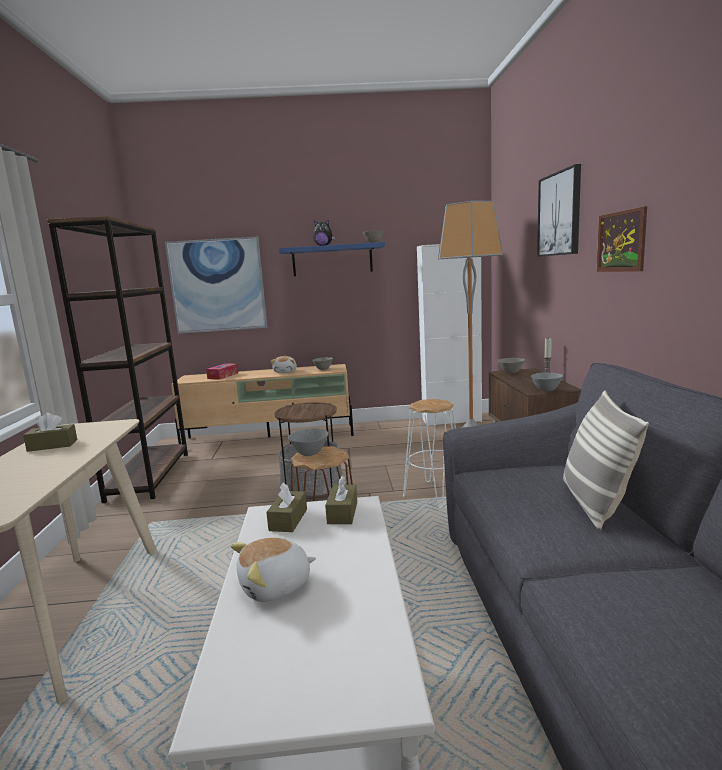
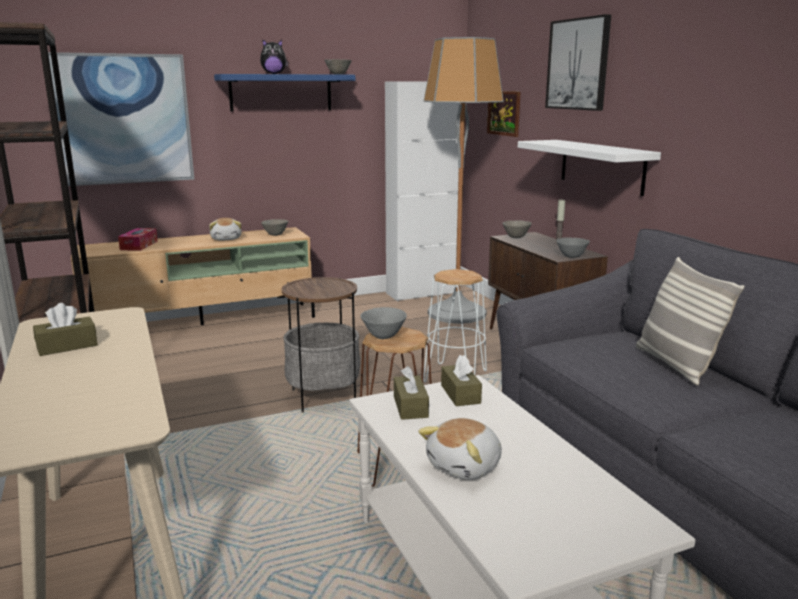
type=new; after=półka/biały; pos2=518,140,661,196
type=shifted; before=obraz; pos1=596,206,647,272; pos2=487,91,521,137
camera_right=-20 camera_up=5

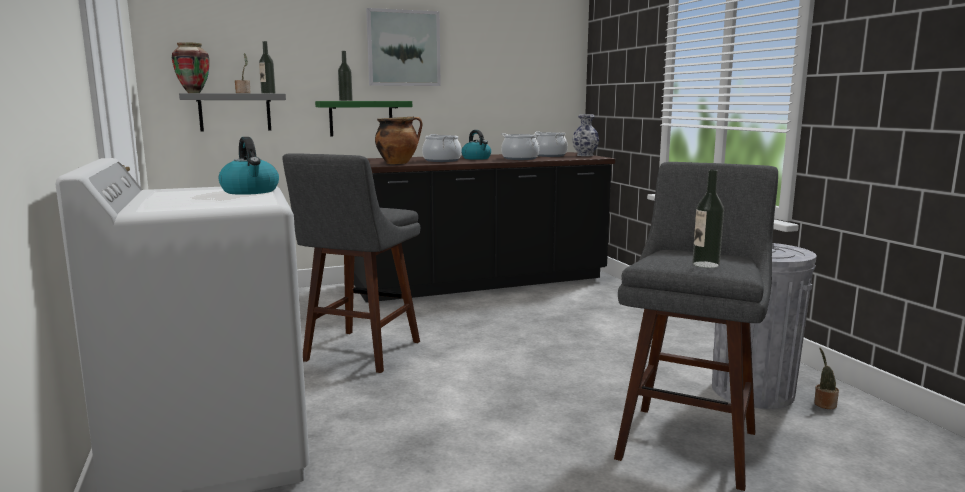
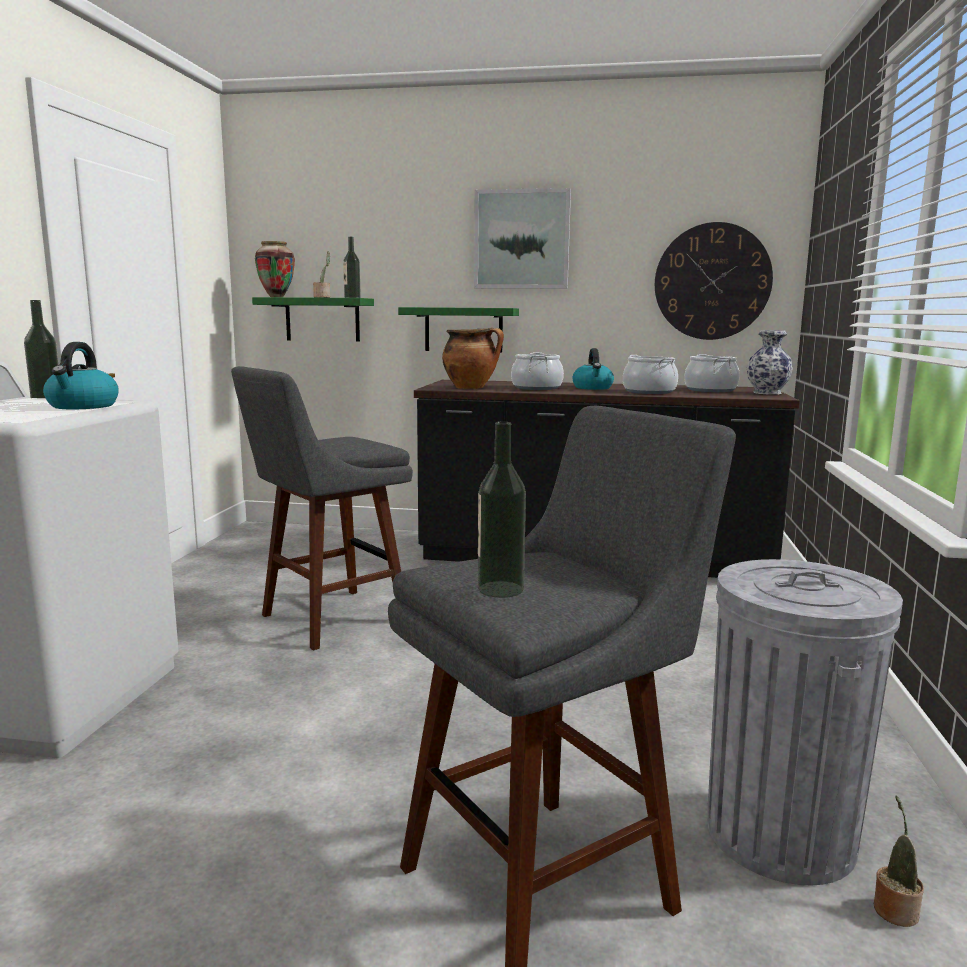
type=new; after=zegar ścienny; pos2=655,222,773,340
type=shifted; before=butelka; pos1=338,51,353,101; pos2=24,300,58,405
type=repainted; before=półka/szary; after=półka/zielony; pos1=179,93,286,132; pos2=252,297,374,342
camera_right=30 camera_up=0

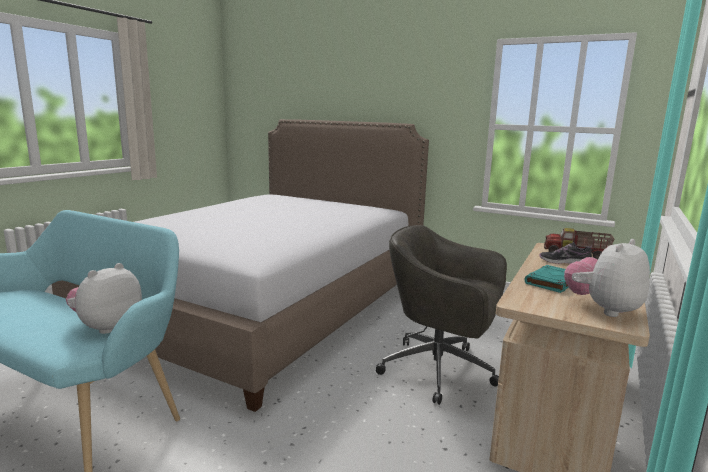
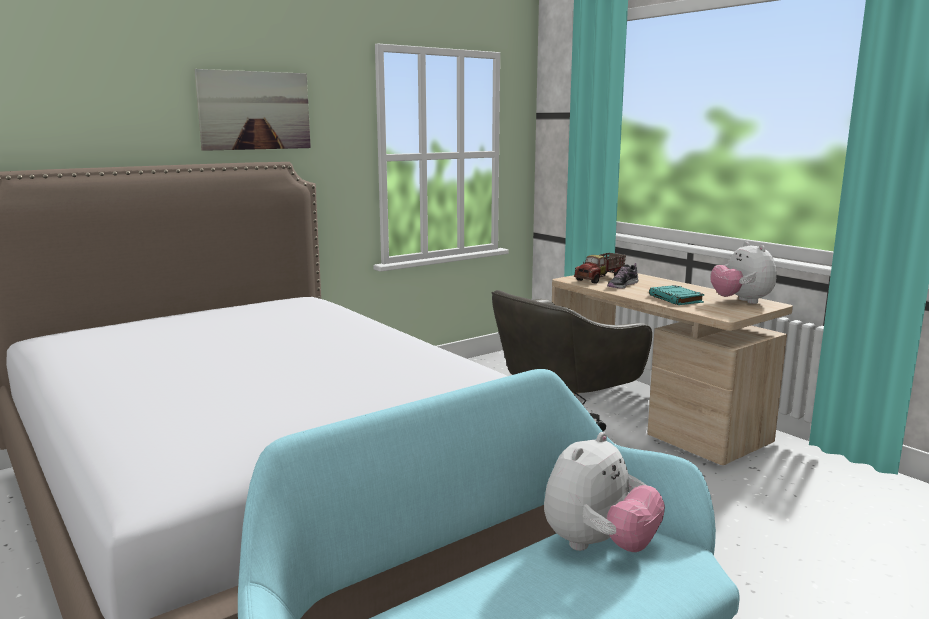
type=new; after=obraz; pos2=194,69,311,151
type=rotated; before=pluszak; pos1=66,263,142,334; pos2=544,432,665,552; turn=-105
camera_right=-65 camera_up=0

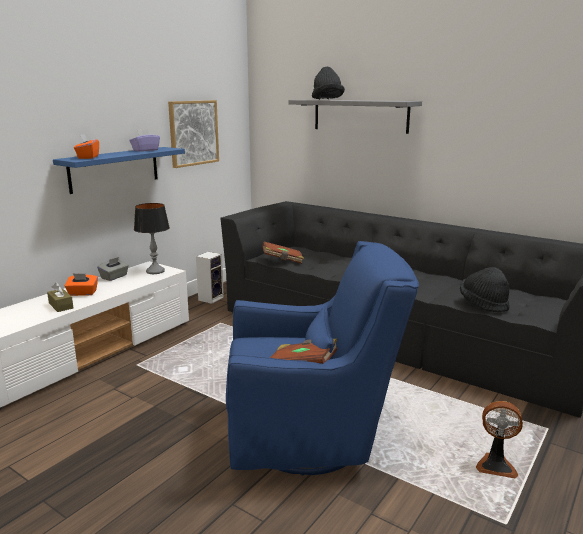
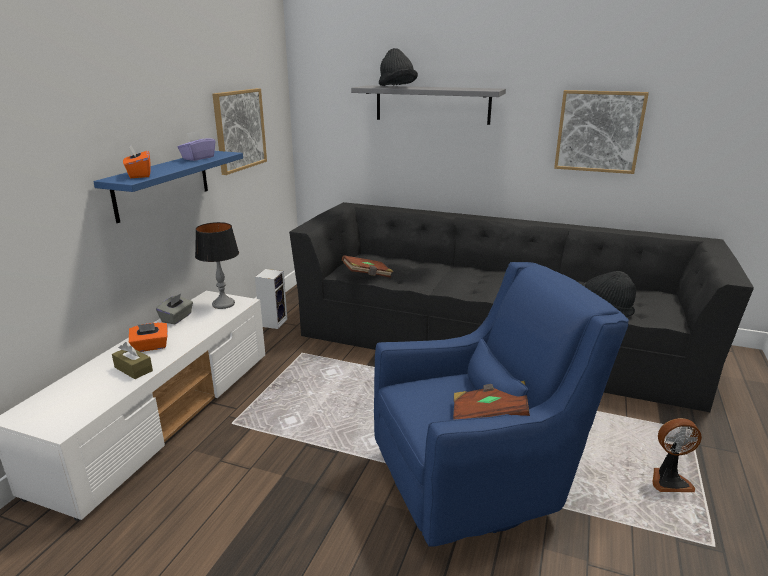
type=new; after=obraz; pos2=554,90,649,174
camera_right=-15 camera_up=5

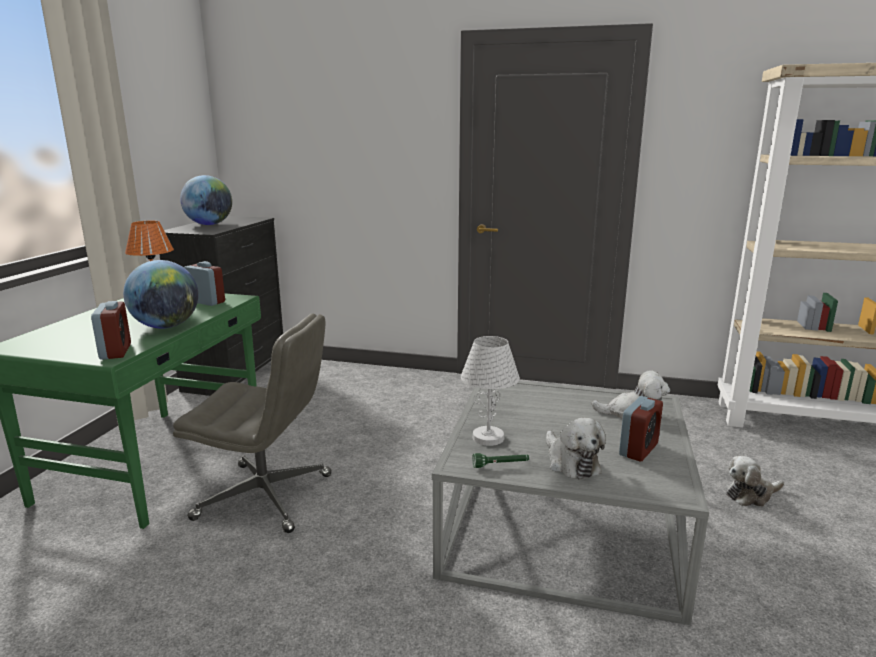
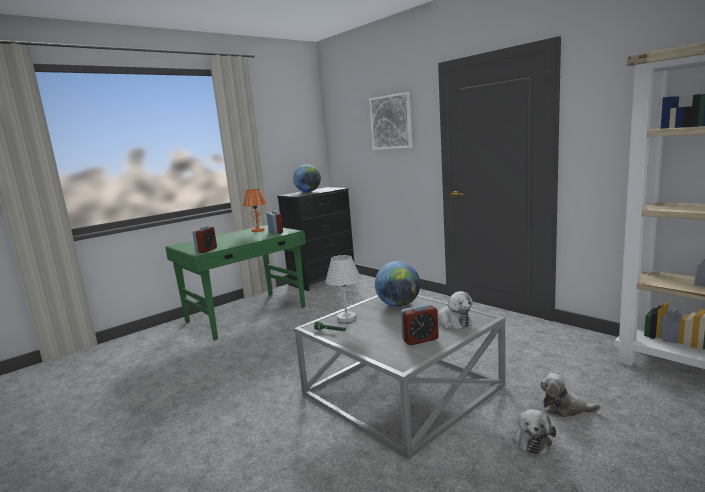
type=gone; before=krzesło biurowe/szary; pos1=173,314,332,533
type=new; after=obraz; pos2=369,92,412,150
type=shifted; before=globus; pos1=123,260,198,329; pos2=375,261,420,307
type=shifted; before=pluszak; pos1=546,418,606,479; pos2=513,409,556,454
camera_right=35 camera_up=-5

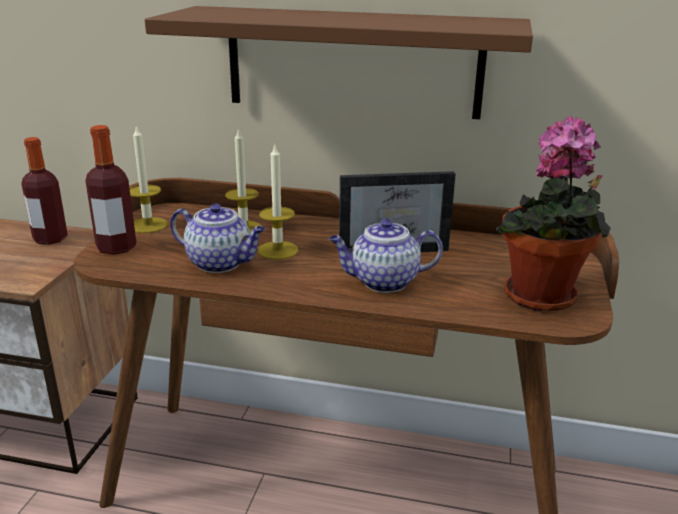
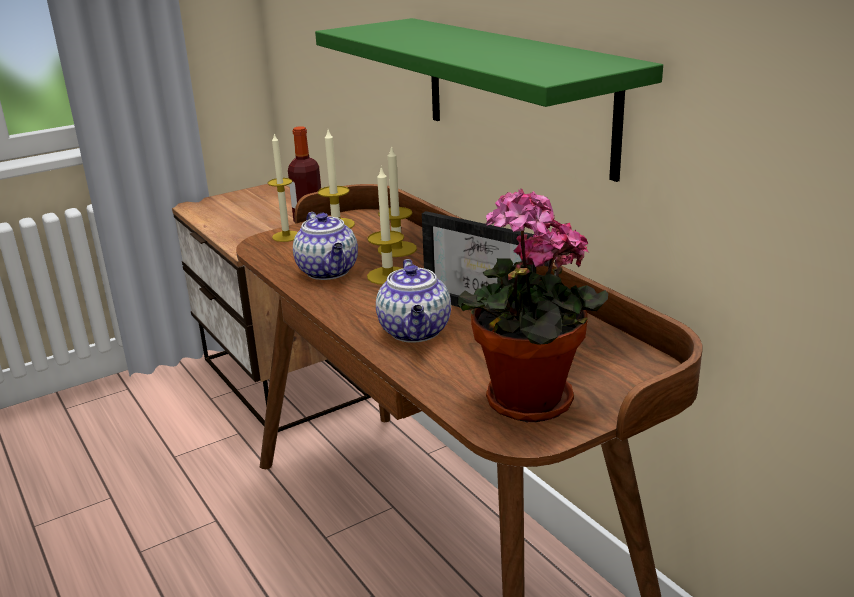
type=swapped; before=butelka; after=świeca; pos1=85,125,137,255; pos2=268,133,298,242
type=repainted; before=półka/brązowy; after=półka/zielony; pos1=145,6,533,119; pos2=315,18,663,182
type=rotated; before=imbryk; pos1=329,219,443,293; pos2=376,259,451,343; turn=-135
camera_right=45 camera_up=0

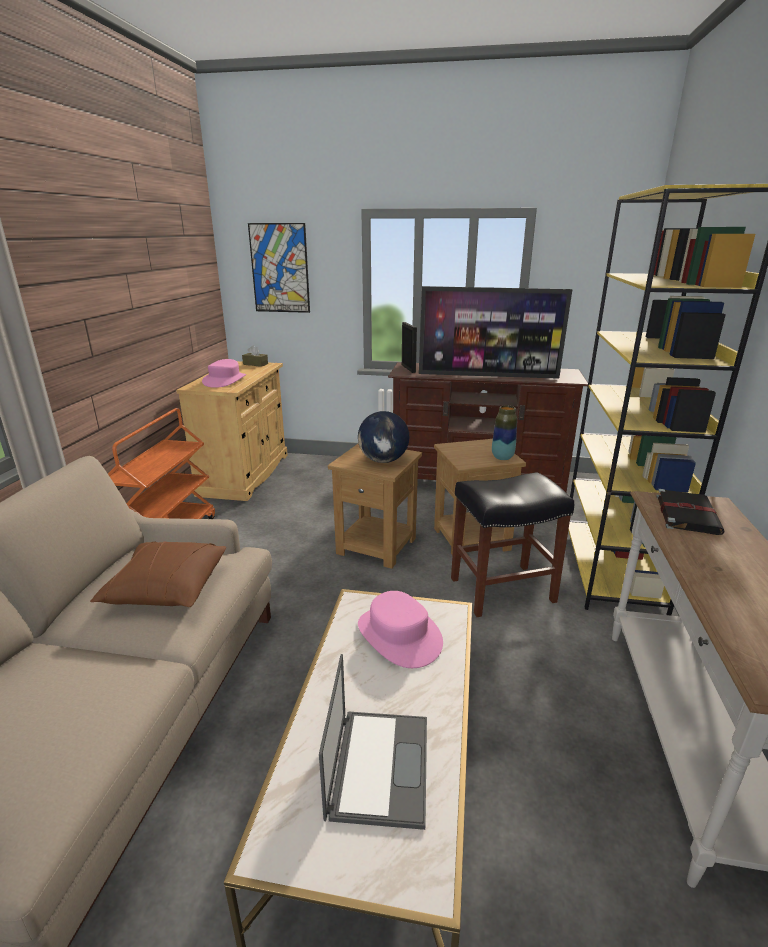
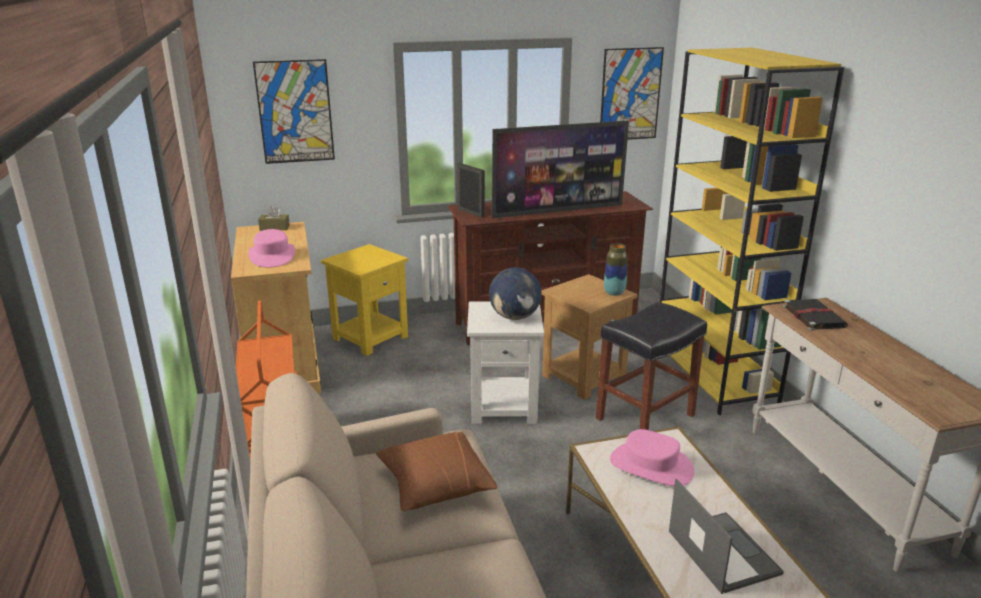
type=new; after=stolik/żółty; pos2=321,244,408,356
type=new; after=obraz; pos2=600,47,664,140
type=repainted; before=stolik/brązowy; after=stolik/biały; pos1=328,443,422,569; pos2=467,301,544,424
camera_right=-25 camera_up=0

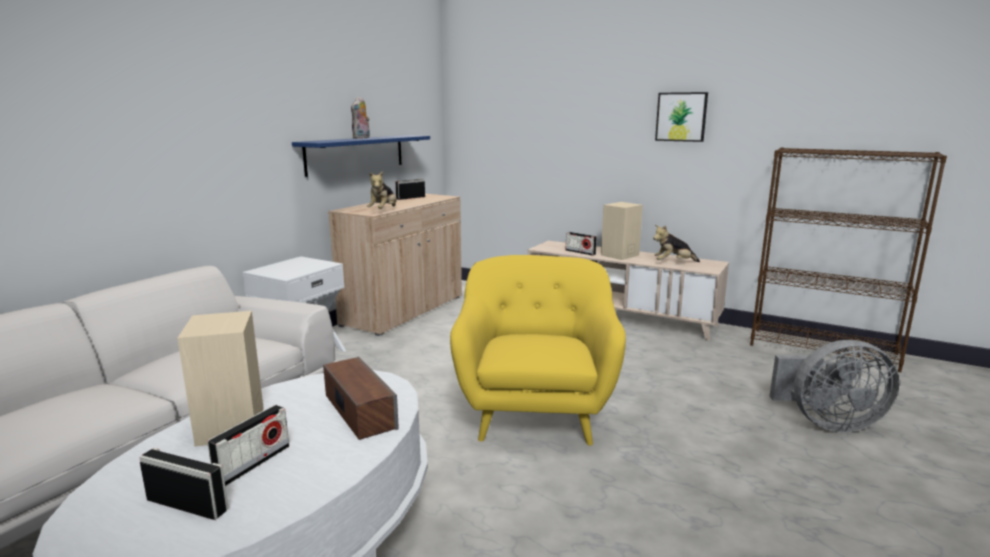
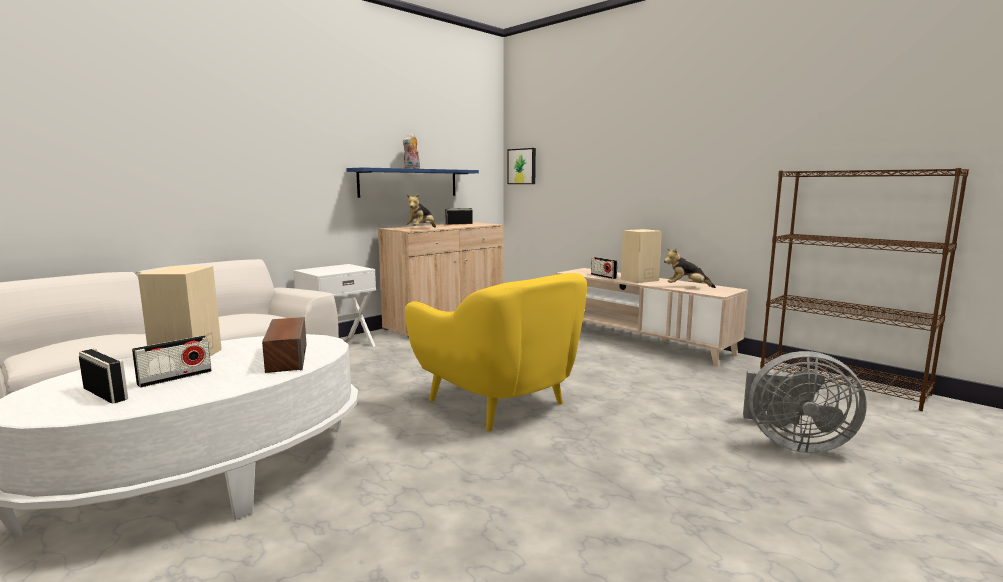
type=shifted; before=obraz; pos1=655,92,708,142; pos2=507,148,536,184
type=rotated; before=fotel/żółty; pos1=450,255,626,446; pos2=405,273,587,431; turn=120
camera_right=15 camera_up=-5

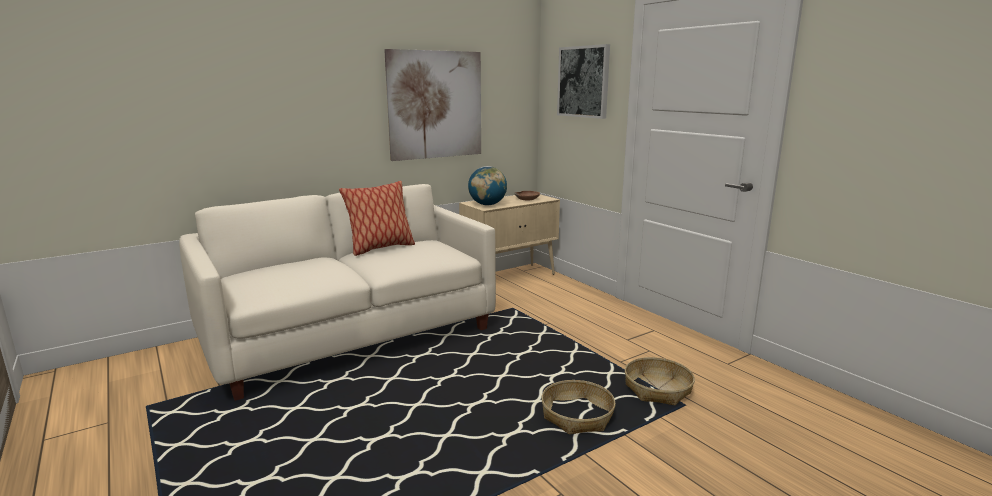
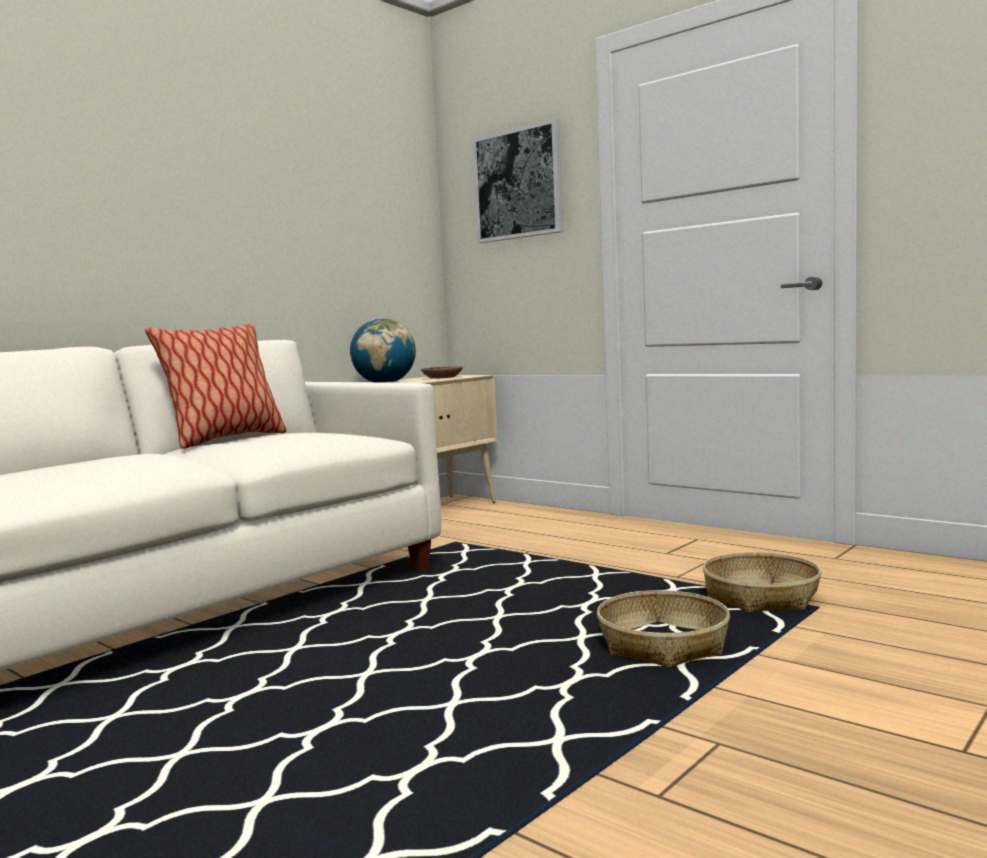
type=gone; before=obraz; pos1=384,49,481,161
camera_right=-15 camera_up=-10

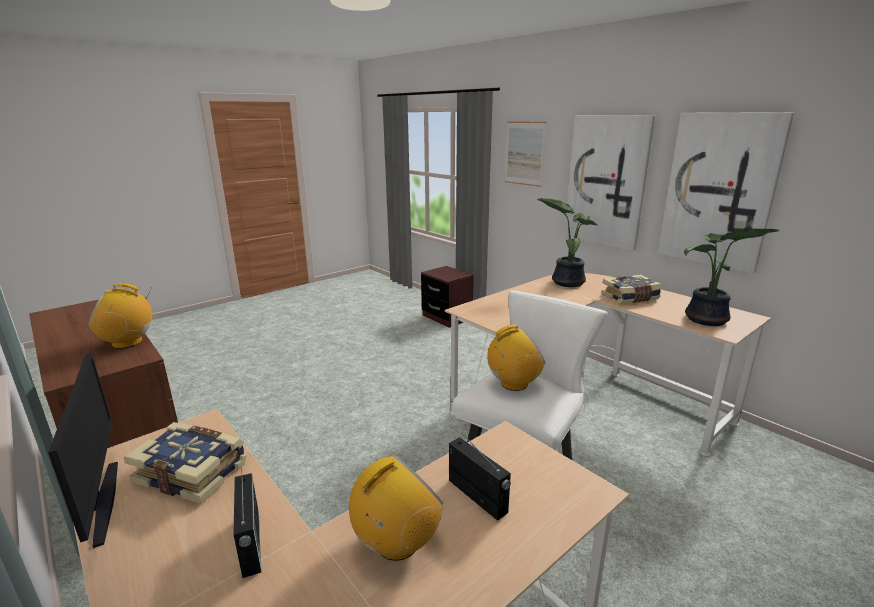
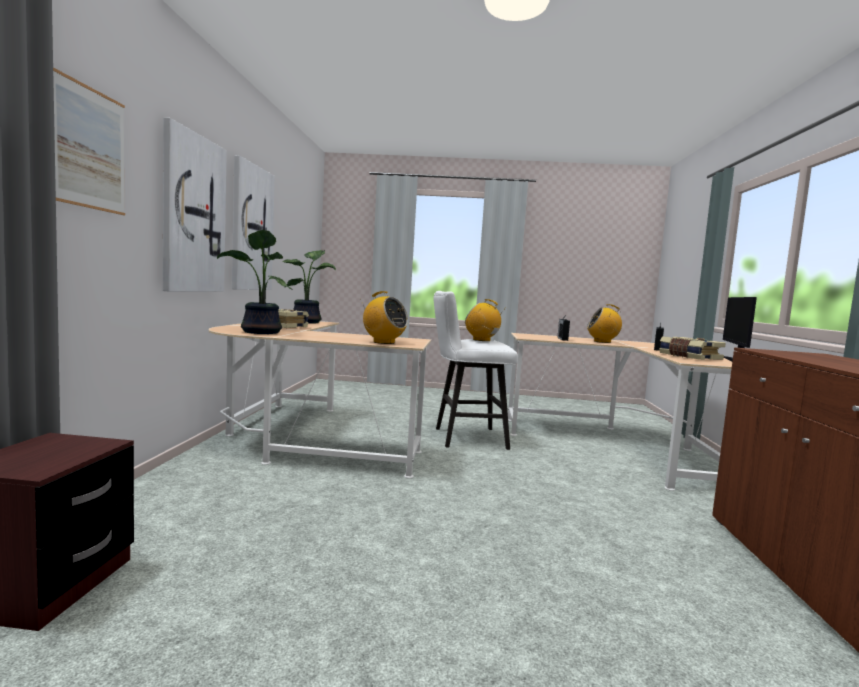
type=shifted; before=radio; pos1=88,283,152,349; pos2=361,291,408,344
camera_right=-135 camera_up=-15

